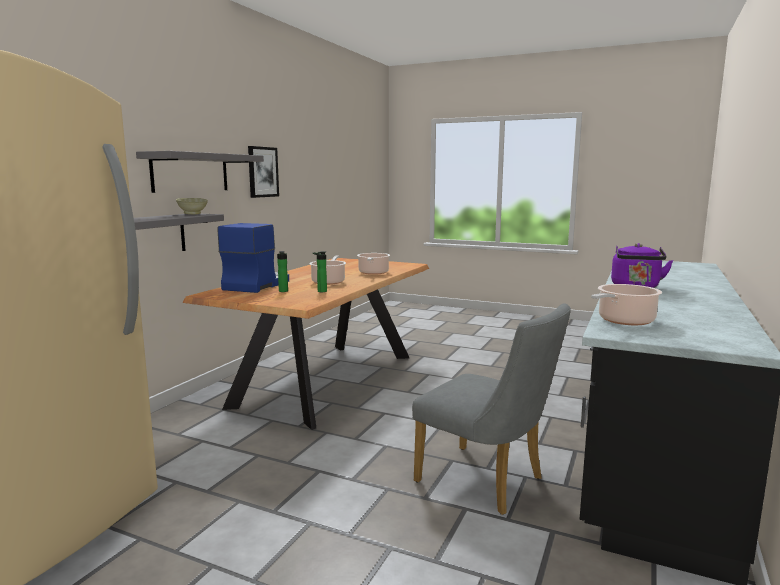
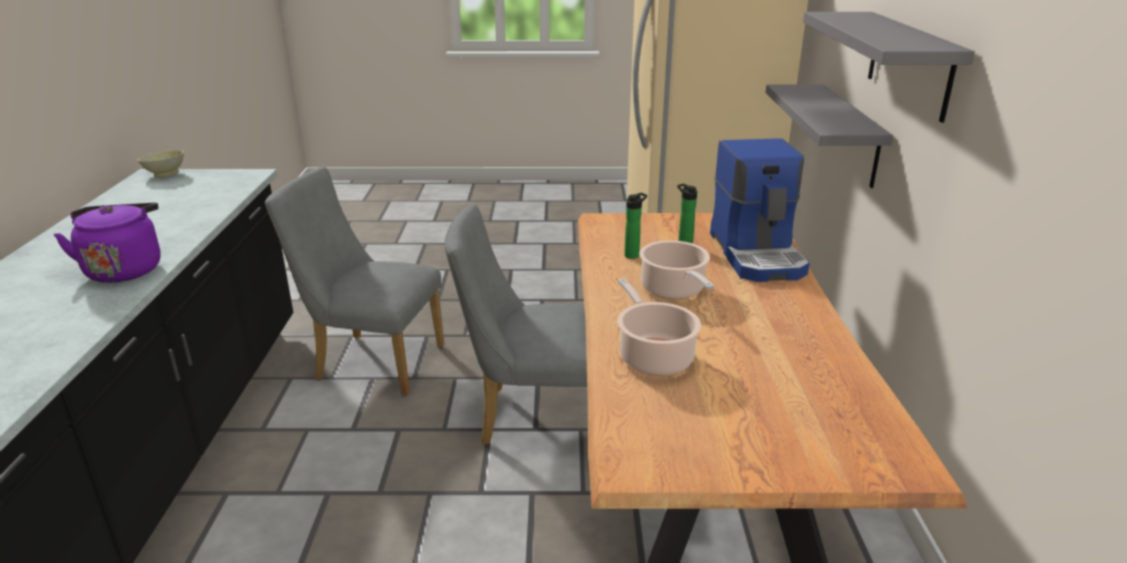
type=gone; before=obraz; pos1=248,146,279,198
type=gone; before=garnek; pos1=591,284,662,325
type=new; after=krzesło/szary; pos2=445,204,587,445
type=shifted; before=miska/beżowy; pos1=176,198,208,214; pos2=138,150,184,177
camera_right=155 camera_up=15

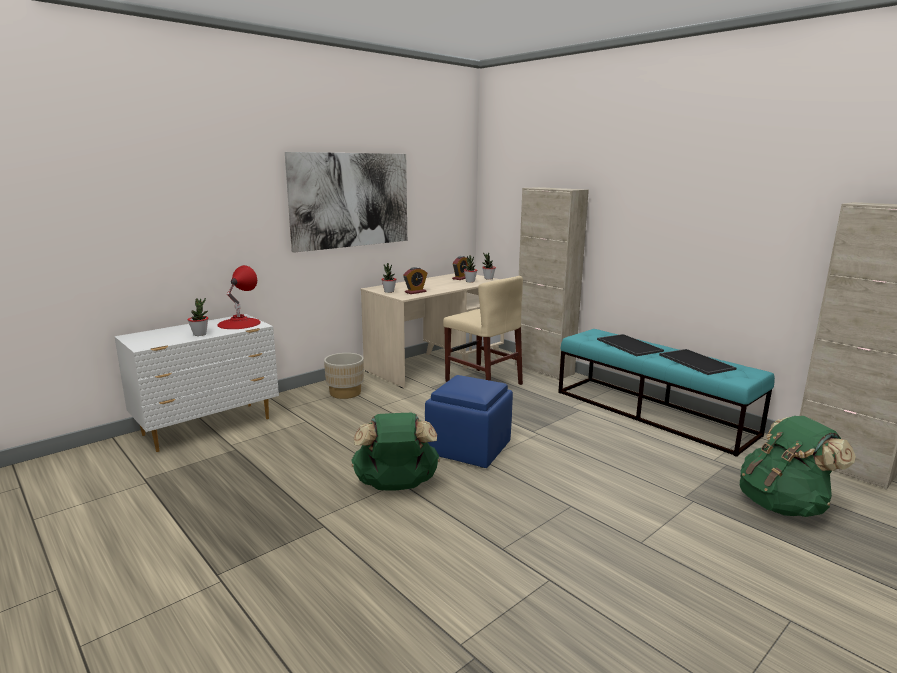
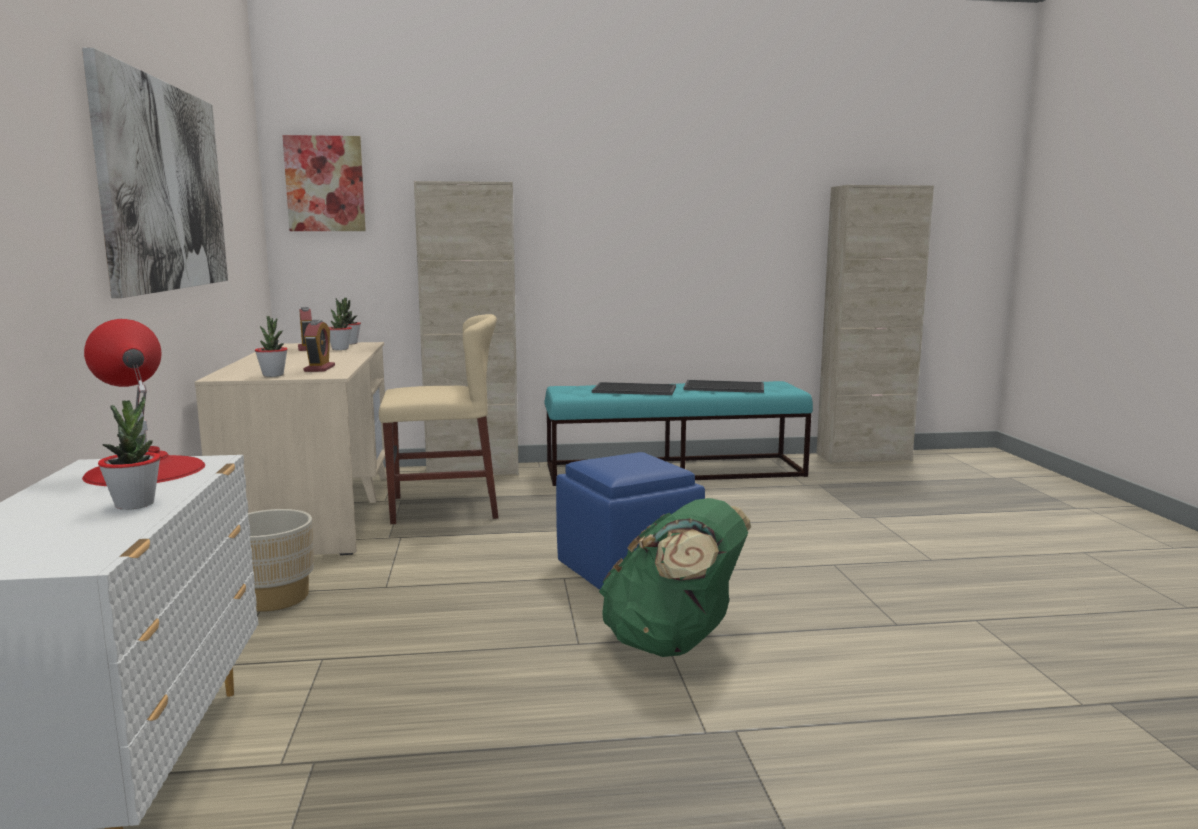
type=gone; before=plecak/zielony; pos1=740,416,856,517
type=new; after=obraz; pos2=282,135,366,231
camera_right=-55 camera_up=-5

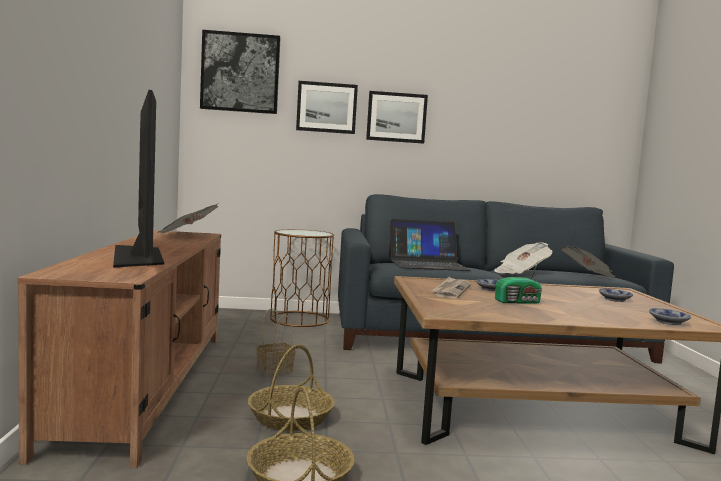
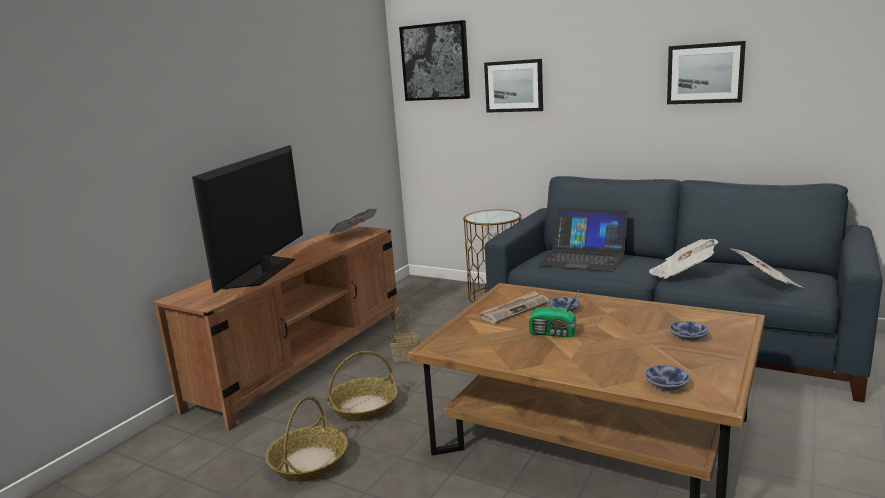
type=shifted; before=obraz; pos1=366,91,428,143; pos2=667,41,746,104
camera_right=35 camera_up=10

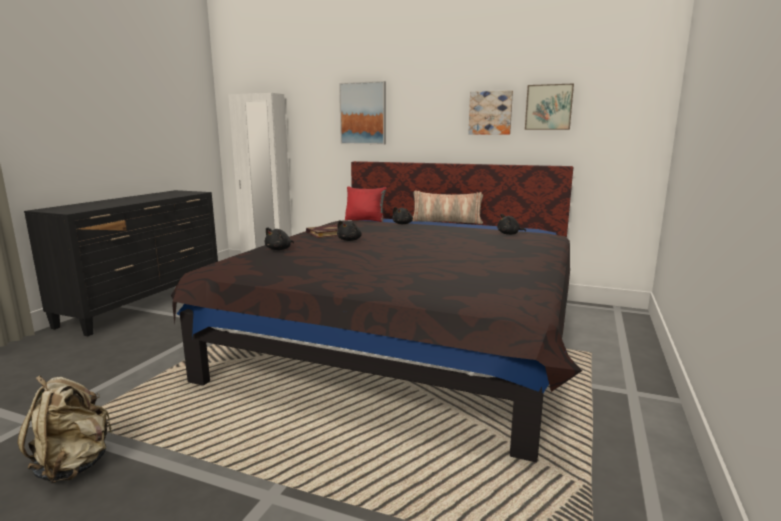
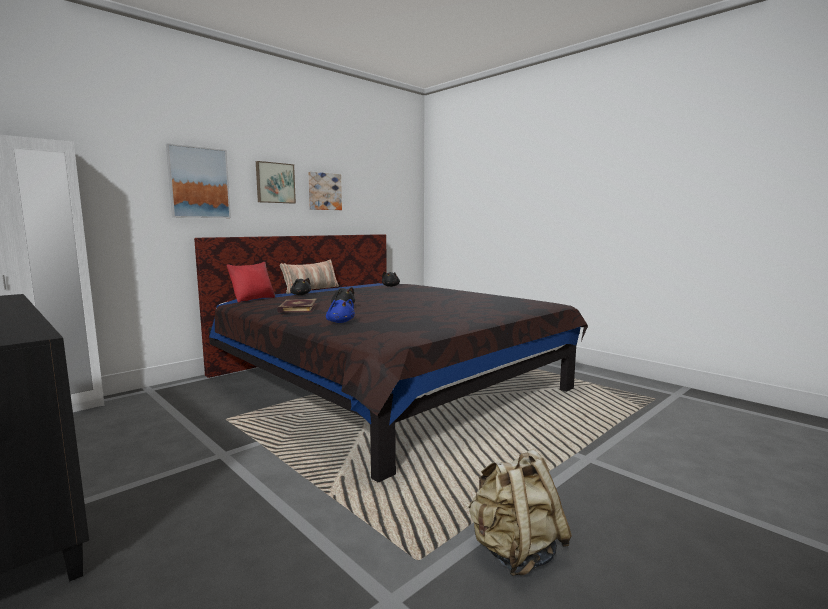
type=shifted; before=obraz; pos1=525,83,574,130; pos2=256,161,296,203
type=repainted; before=pluszak/czarny; after=pluszak/niebieski; pos1=265,227,294,250; pos2=326,299,355,323
camera_right=-65 camera_up=-5

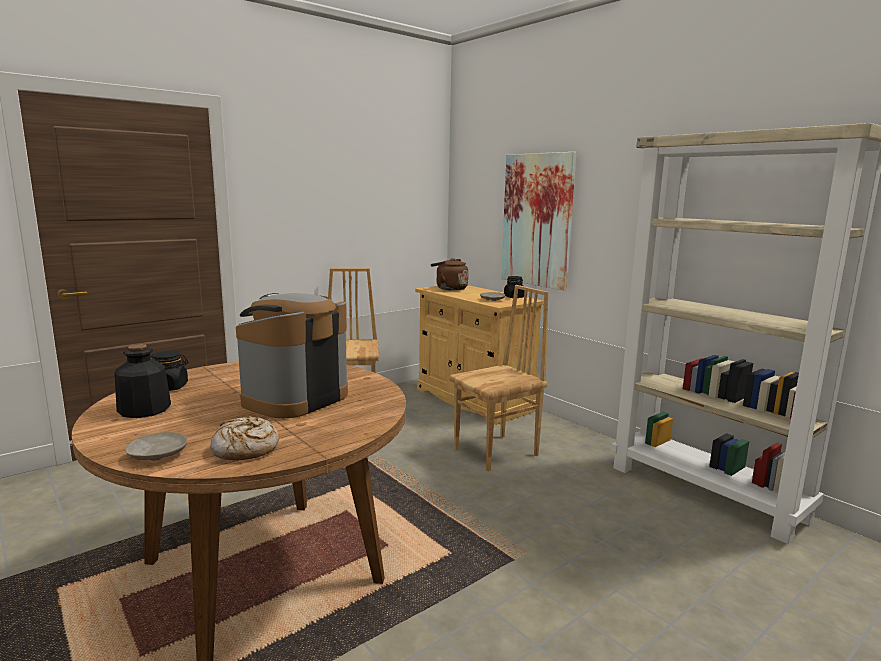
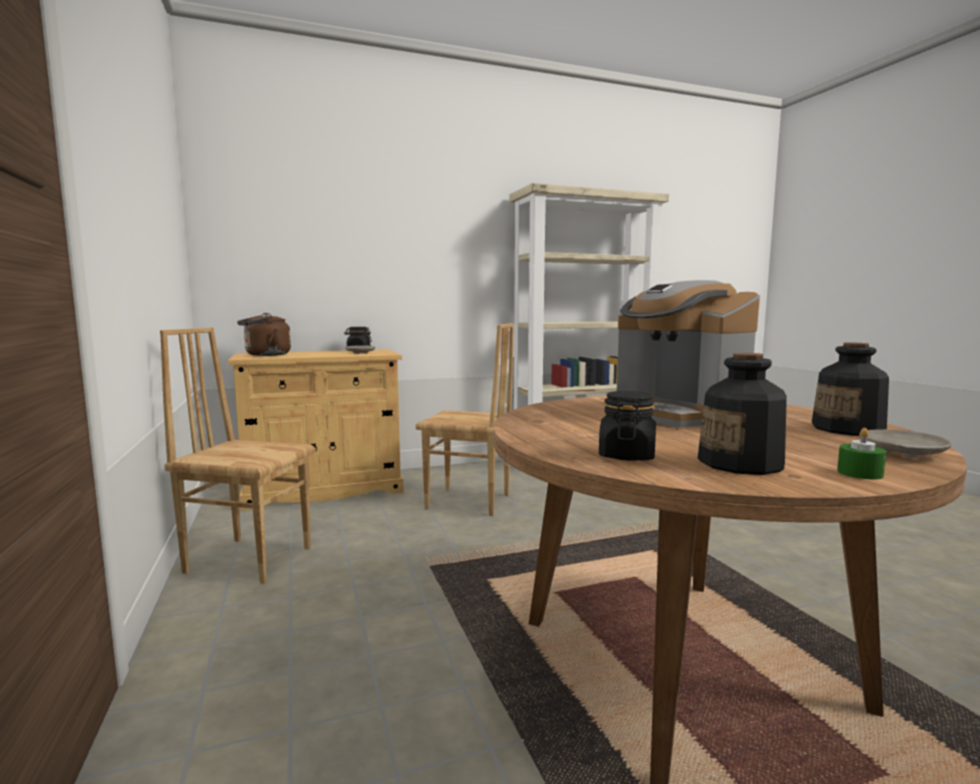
type=gone; before=obraz; pos1=501,152,576,290
type=new; after=świeca/zielony; pos2=837,428,887,480
type=swapped; before=chleb; after=butelka; pos1=210,416,279,460; pos2=812,343,889,436
type=rotated; before=krzesło/brązowy; pos1=449,285,549,471; pos2=416,323,514,516; turn=120
camera_right=-70 camera_up=-5

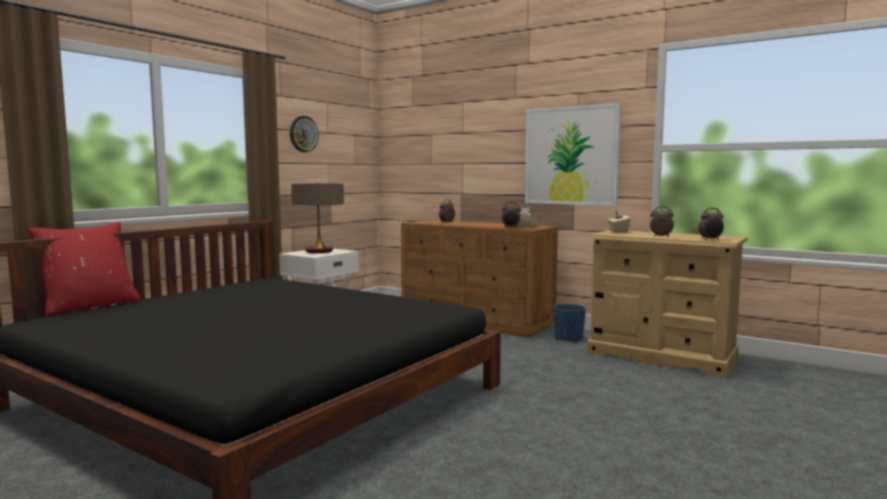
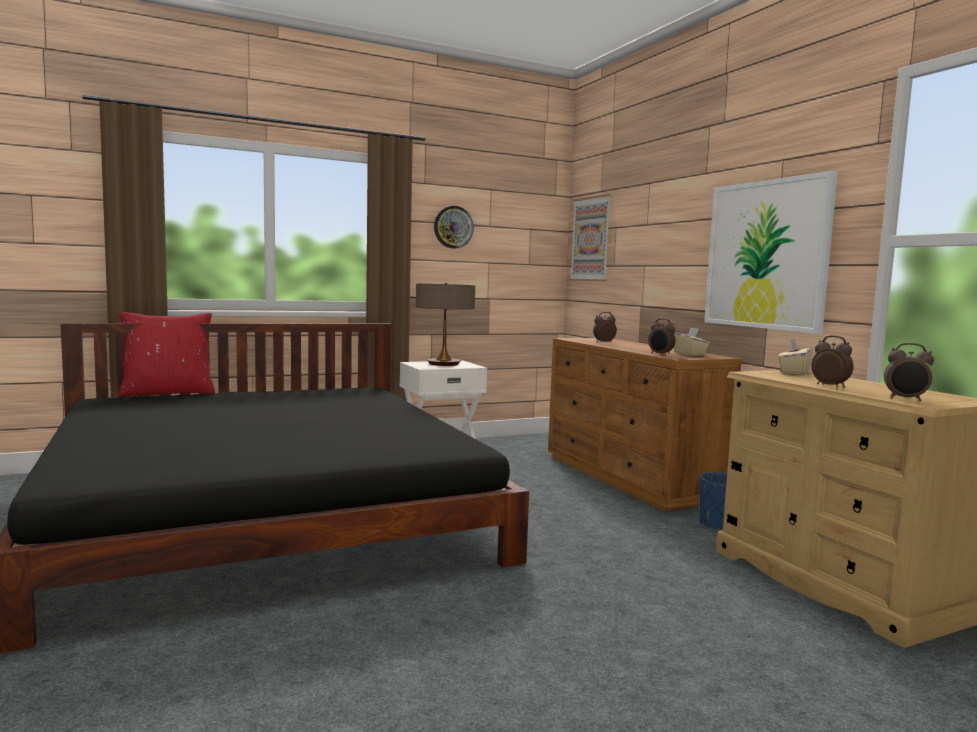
type=new; after=obraz; pos2=570,194,611,281
camera_right=30 camera_up=0

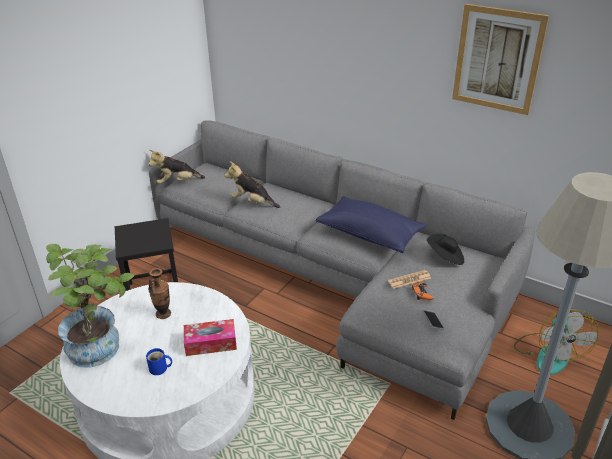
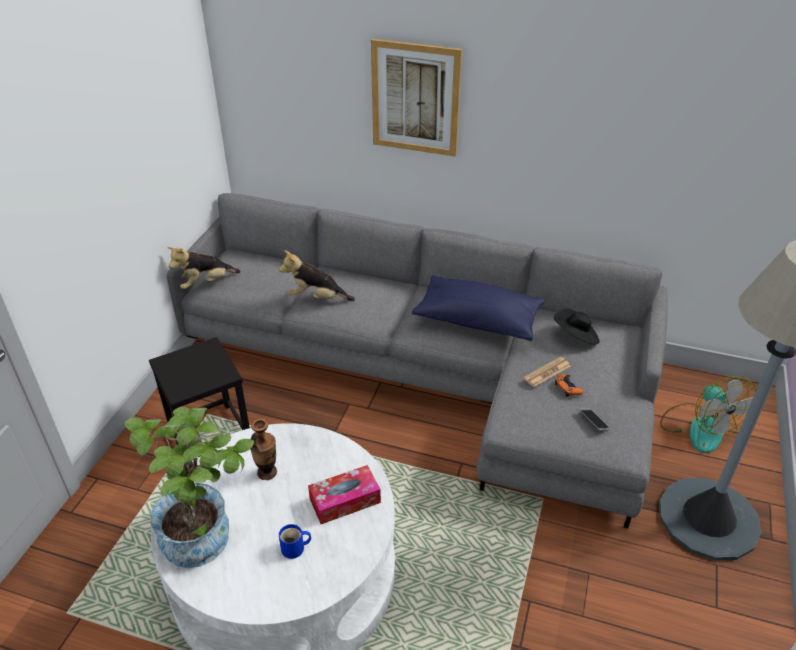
type=shifted; before=obraz; pos1=452,4,549,115; pos2=371,39,462,157
camera_right=-15 camera_up=5

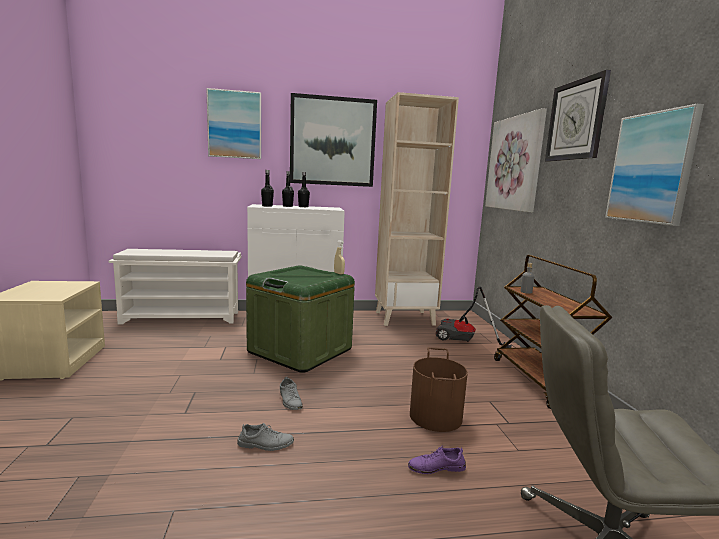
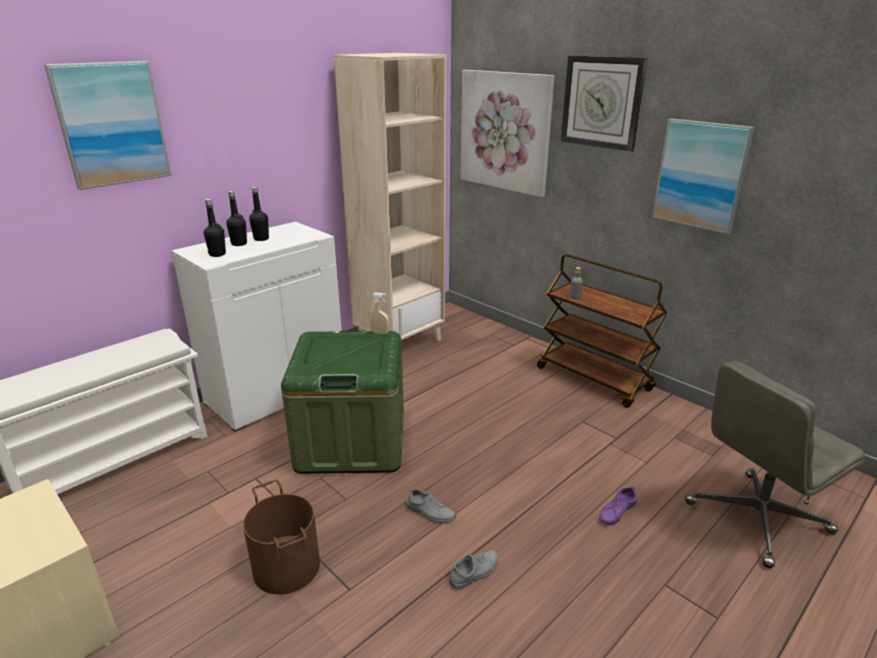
type=gone; before=obraz; pos1=290,93,377,187
type=gone; before=odkurzacz; pos1=436,286,512,348
type=shifted; before=wiadro/brązowy; pos1=410,347,468,432; pos2=243,479,320,595
camera_right=-35 camera_up=15

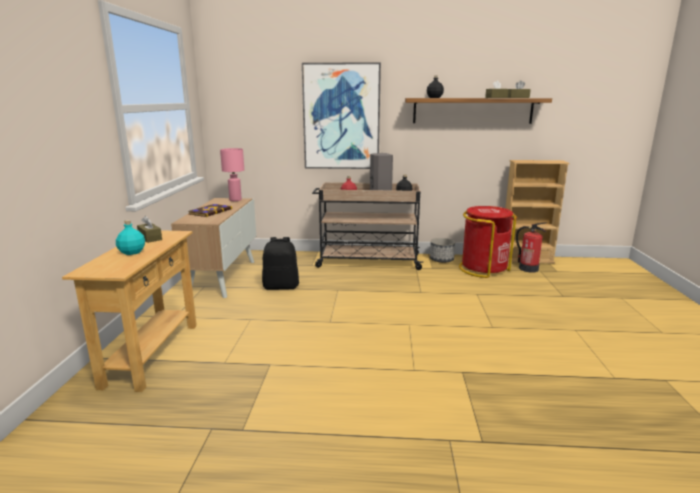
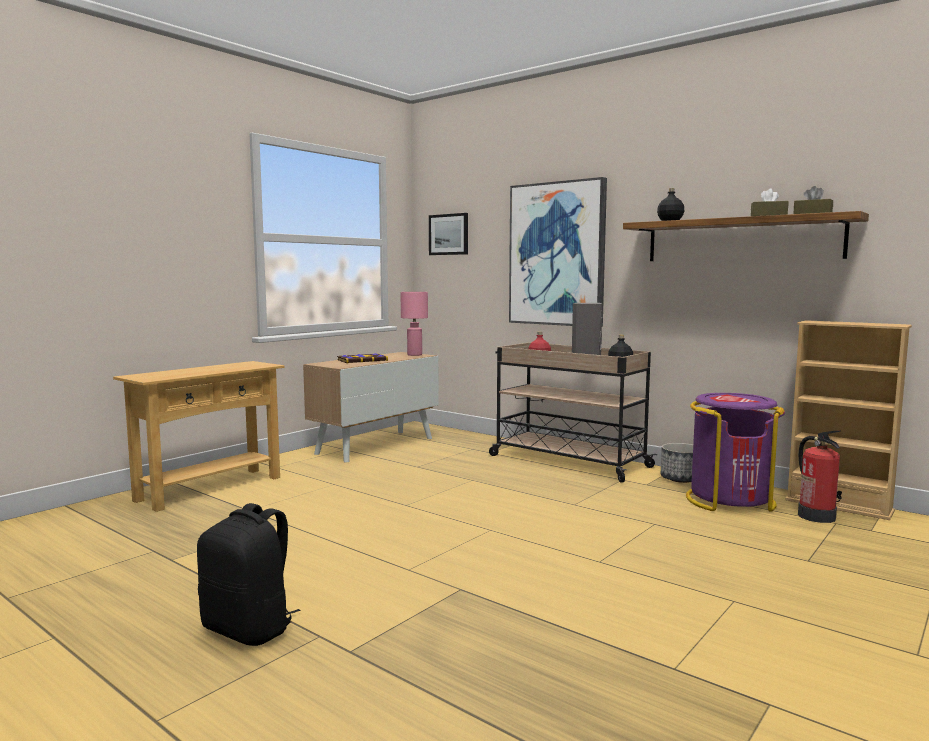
type=gone; before=butelka/turkusowy; pos1=116,220,145,255
type=gone; before=pudełko chusteczek/brązowy; pos1=137,216,162,243
type=new; after=obraz; pos2=429,213,468,255
type=shifted; before=plecak/czarny; pos1=262,237,299,290; pos2=197,503,300,646
type=repainted; before=kosz na śmieci/czerwony; after=kosz na śmieci/fioletowy; pos1=459,206,517,278; pos2=686,393,785,512
camera_right=35 camera_up=-10

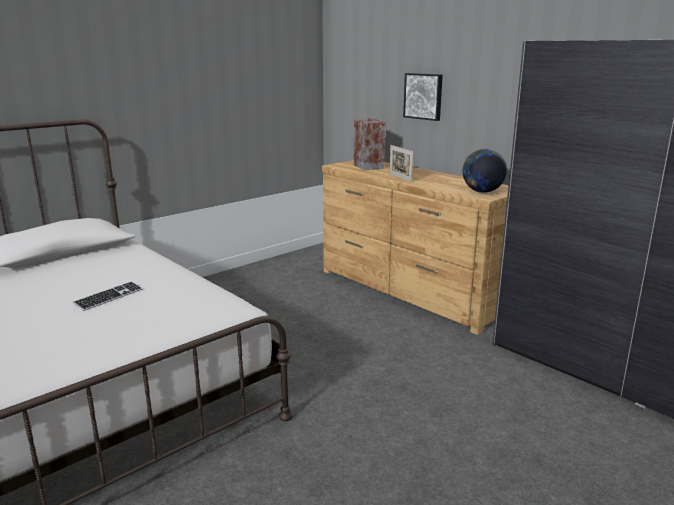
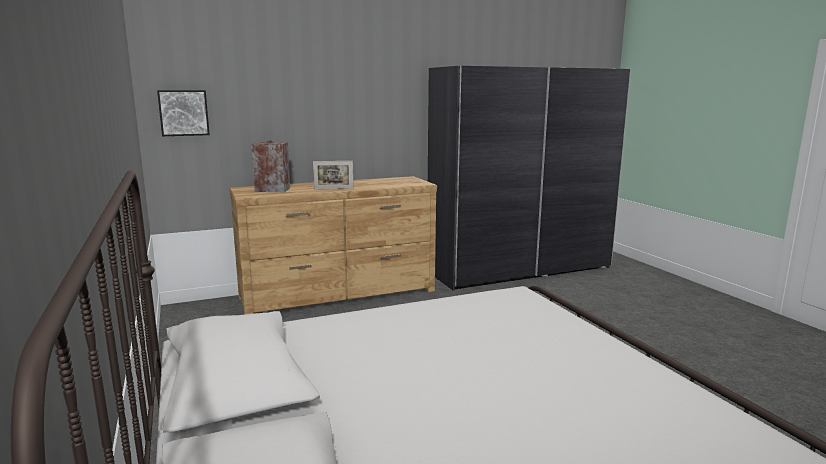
type=gone; before=klawiatura; pos1=73,281,143,311
type=gone; before=globus; pos1=463,149,507,193
type=shifted; before=obraz; pos1=403,73,443,121; pos2=157,90,210,136
camera_right=-70 camera_up=-5

